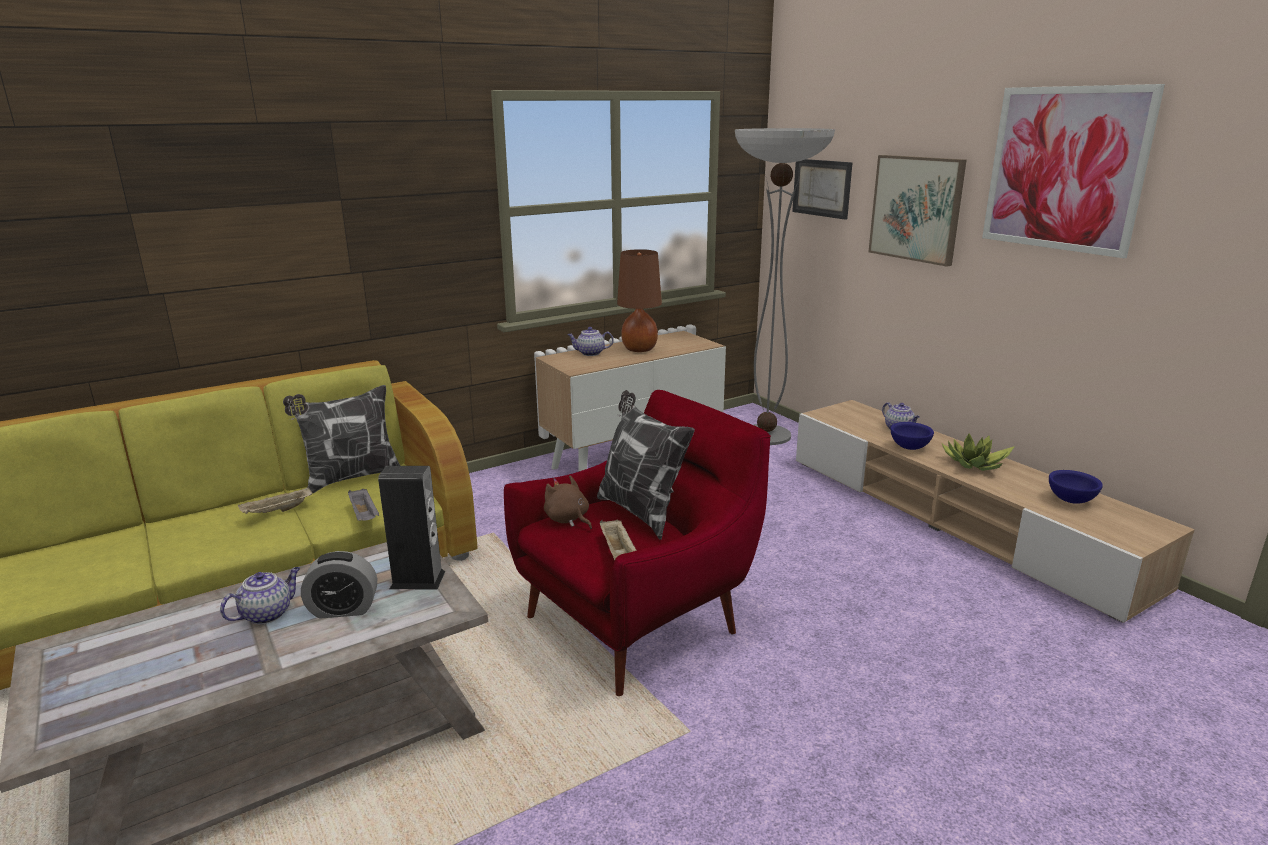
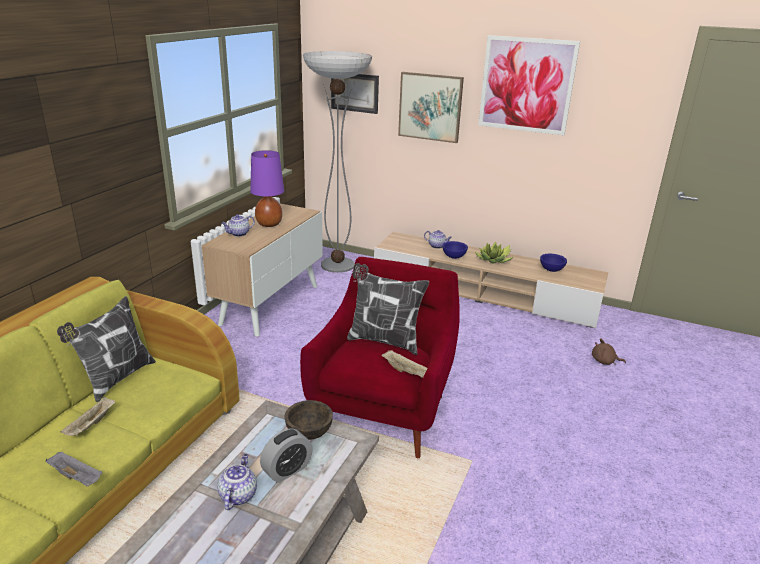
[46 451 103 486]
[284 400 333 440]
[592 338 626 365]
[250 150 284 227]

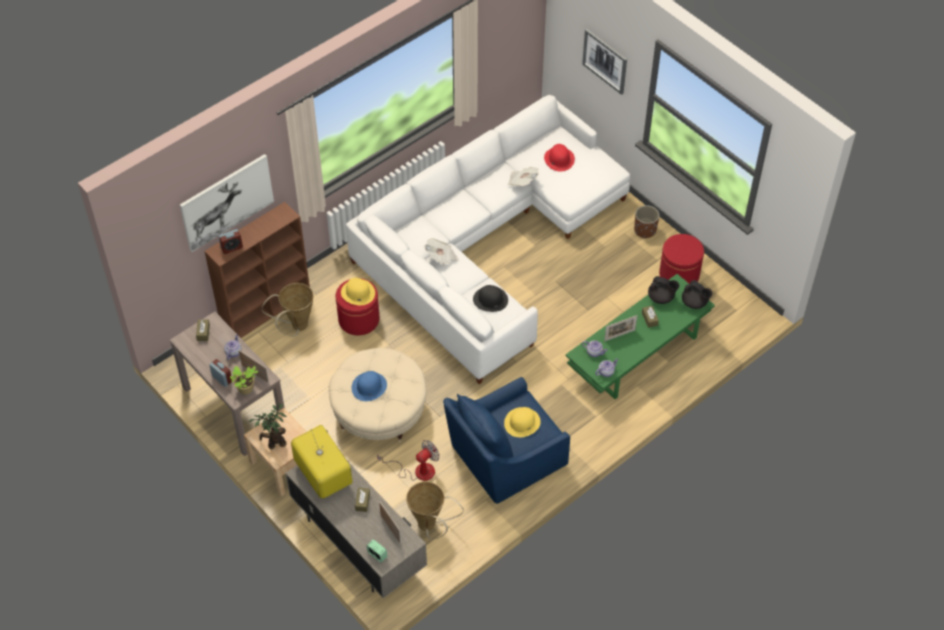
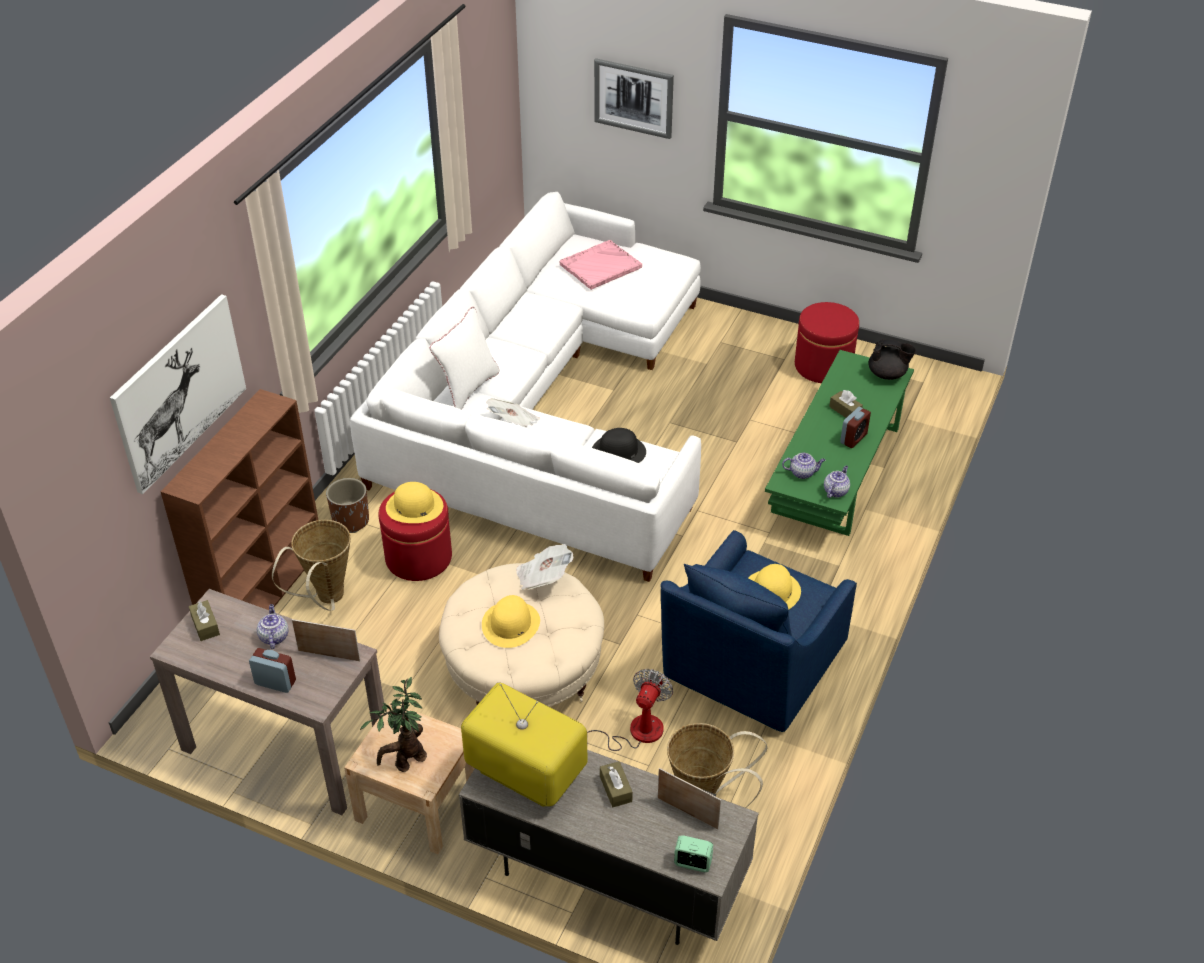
[840 407 871 448]
[230 366 258 395] (first image)
[482 595 540 648]
[516 544 573 590]
[560 240 642 290]
[604 315 637 341] (first image)
[326 478 369 533]
[648 276 679 304] (first image)
[429 307 499 410]

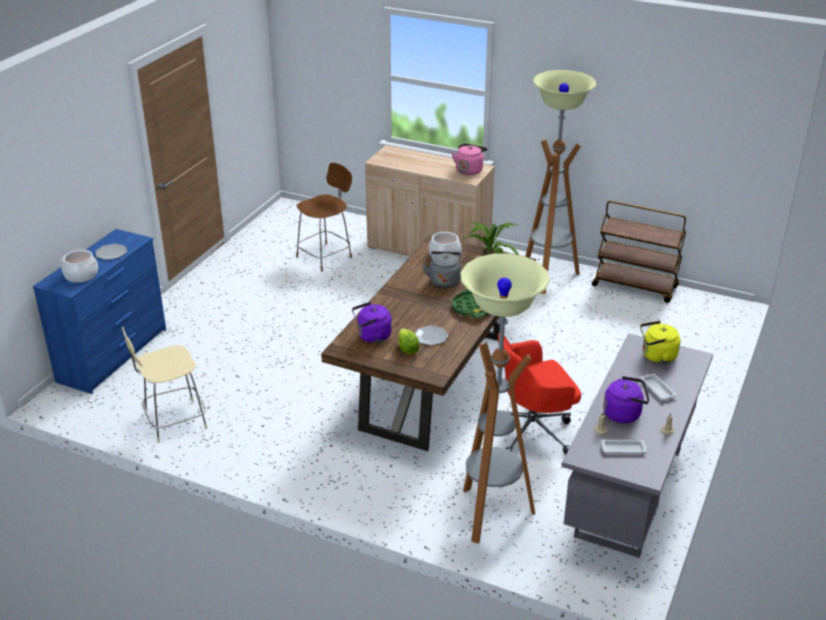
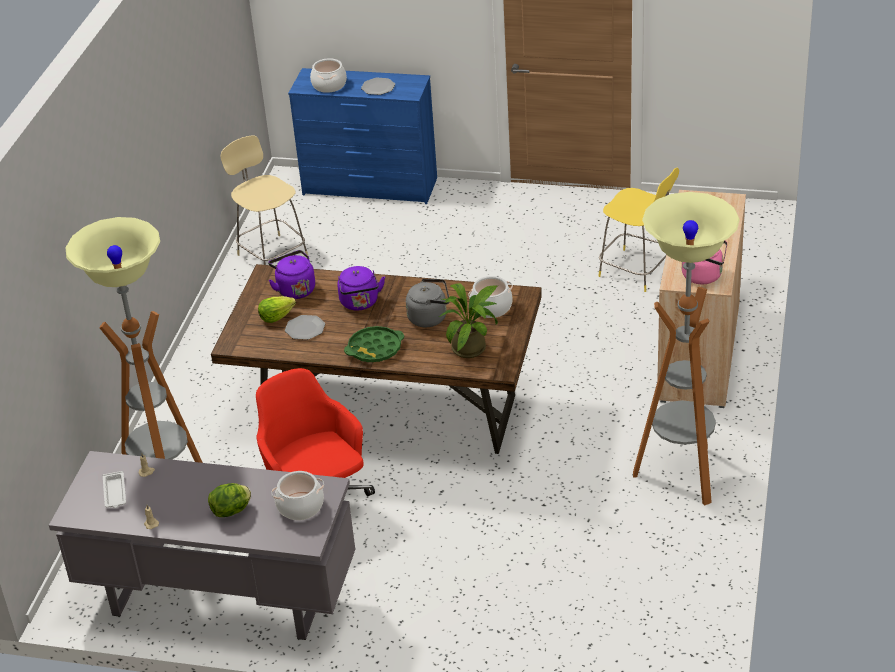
[598 168 679 292]
[592 201 686 303] (first image)
[337 266 385 310]
[271 471 324 520]
[208 483 251 517]

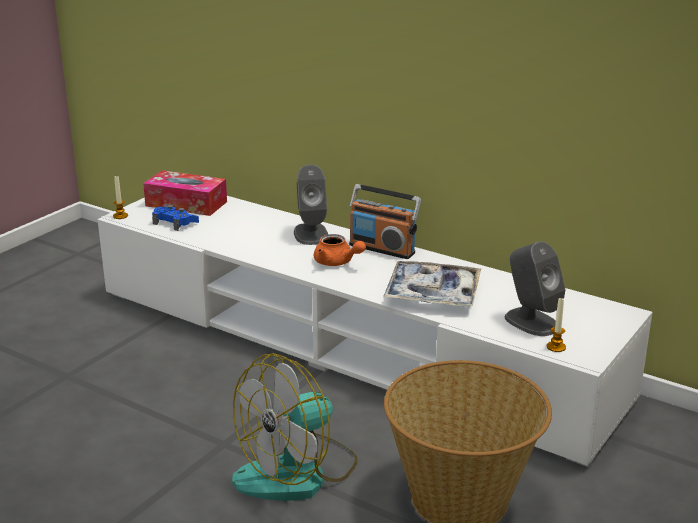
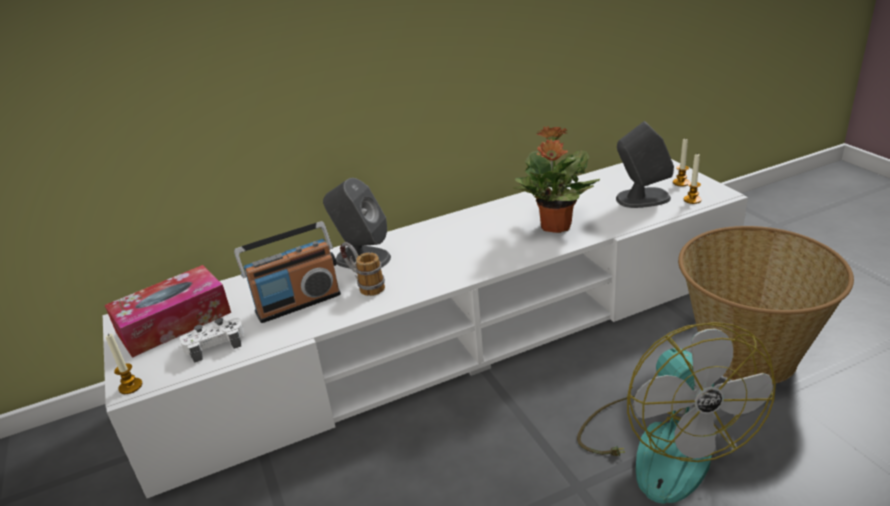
[179 317 244 363]
[314 234 366 266] (first image)
[234 221 341 323]
[513 126 600 233]
[340 242 385 296]
[673 138 690 186]

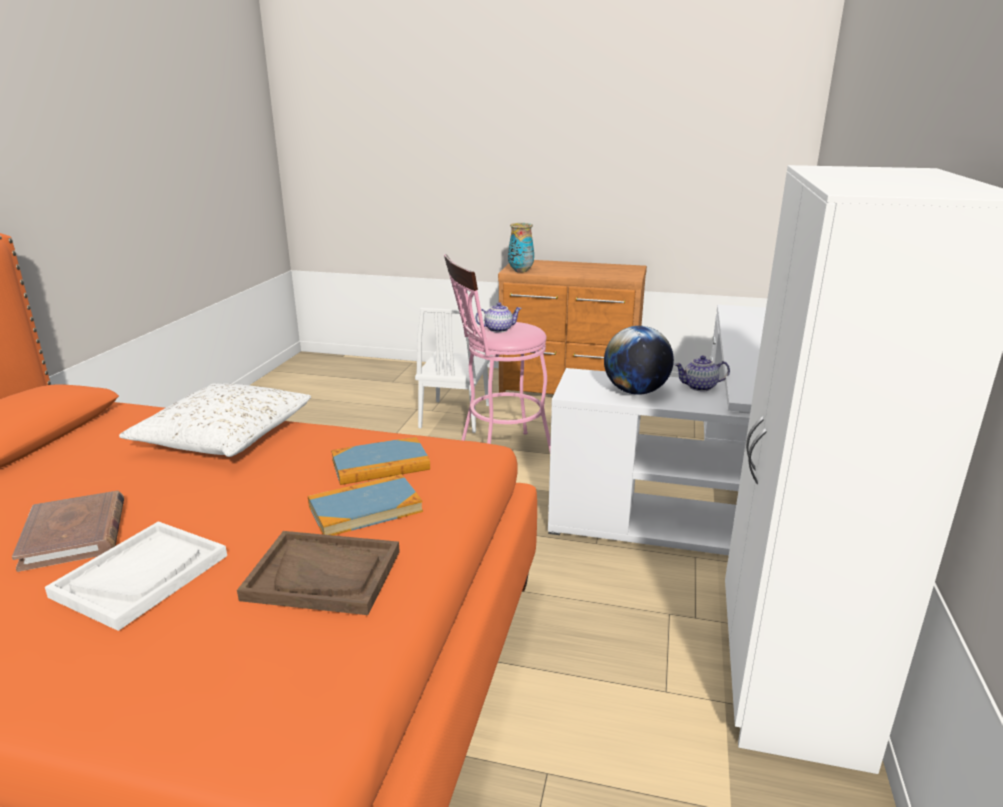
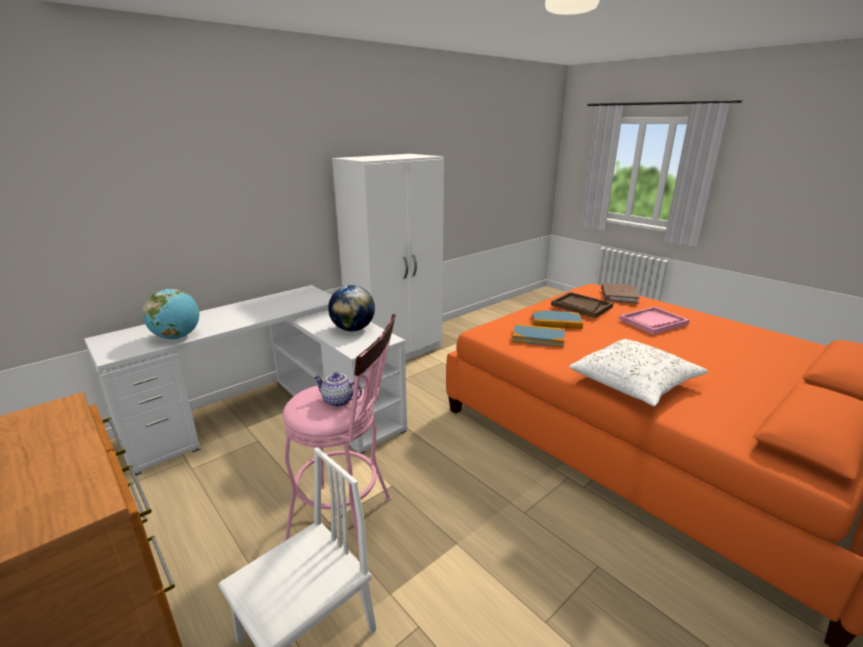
[601 283 640 304]
[619 307 689 335]
[508 223 534 273] (first image)
[674 355 730 391] (first image)
[143 289 199 339]

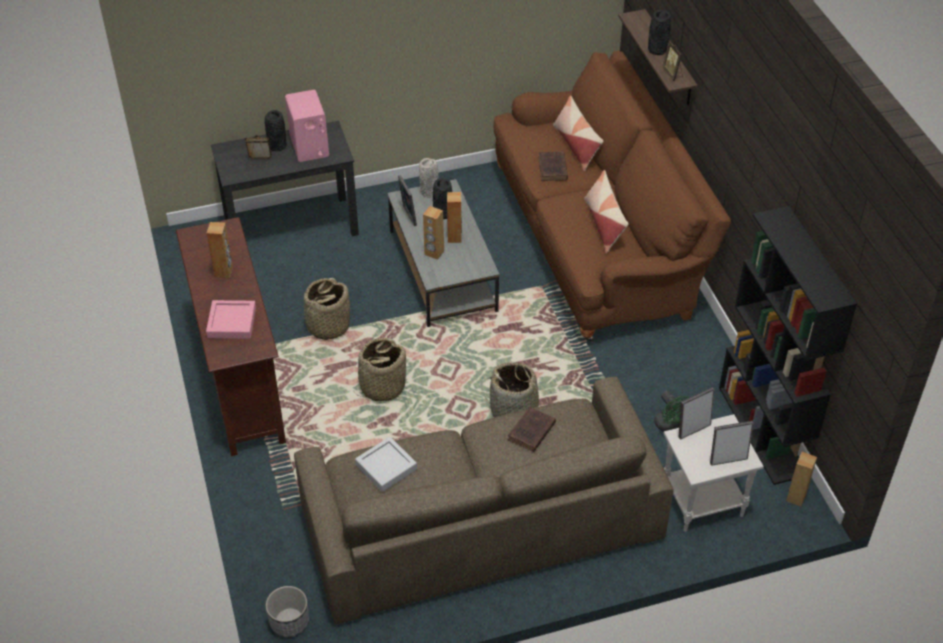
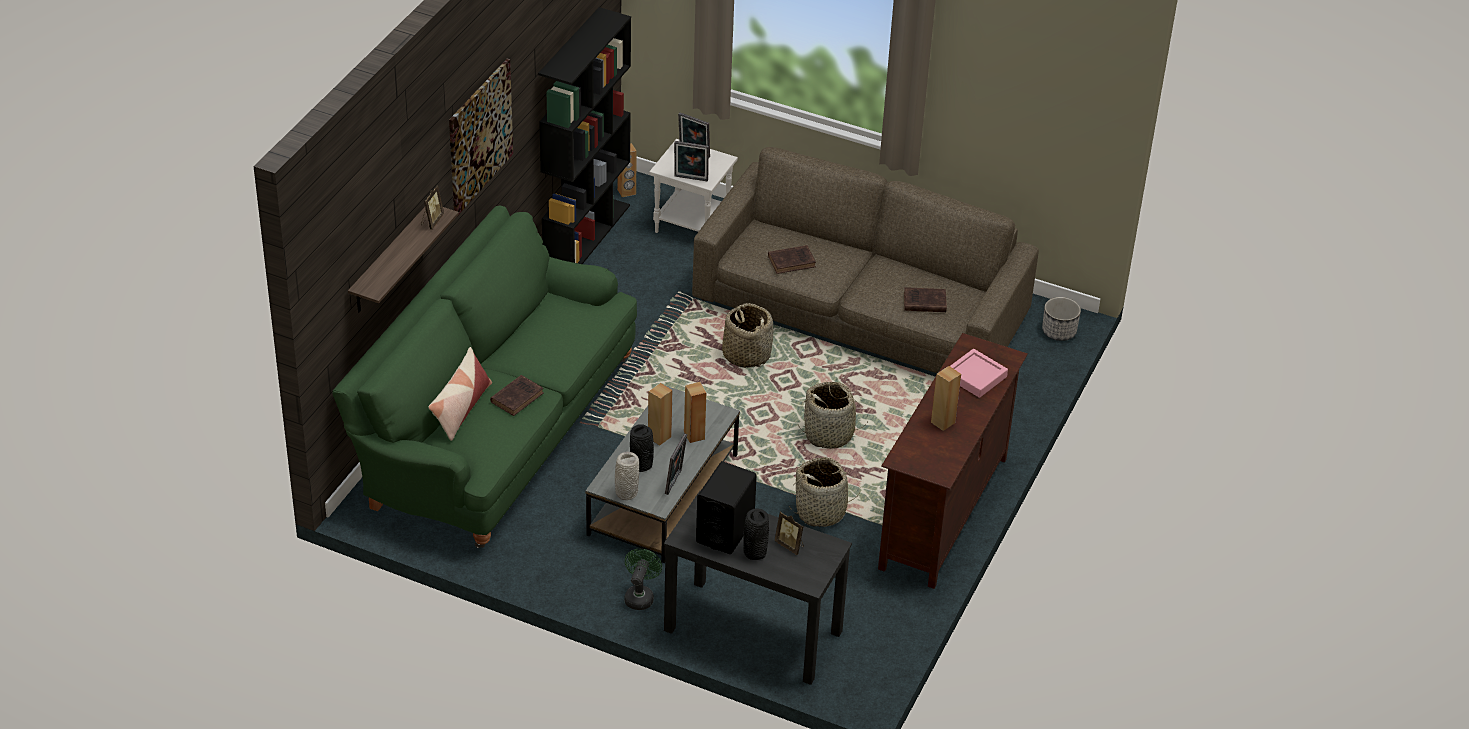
[696 461 757 554]
[904 287 947 312]
[332 206 637 548]
[584 170 628 254] (first image)
[648 10 671 55] (first image)
[624 549 662 610]
[449 59 513 214]

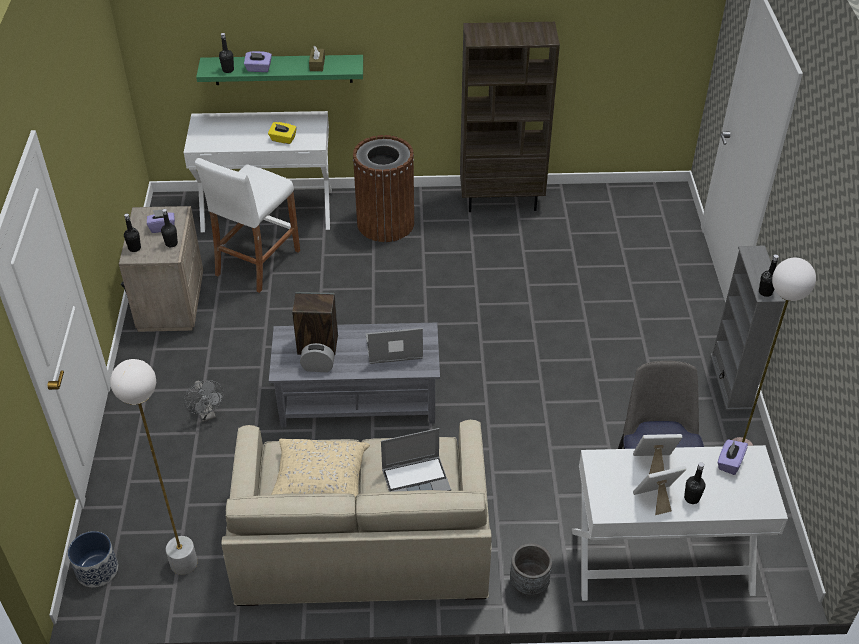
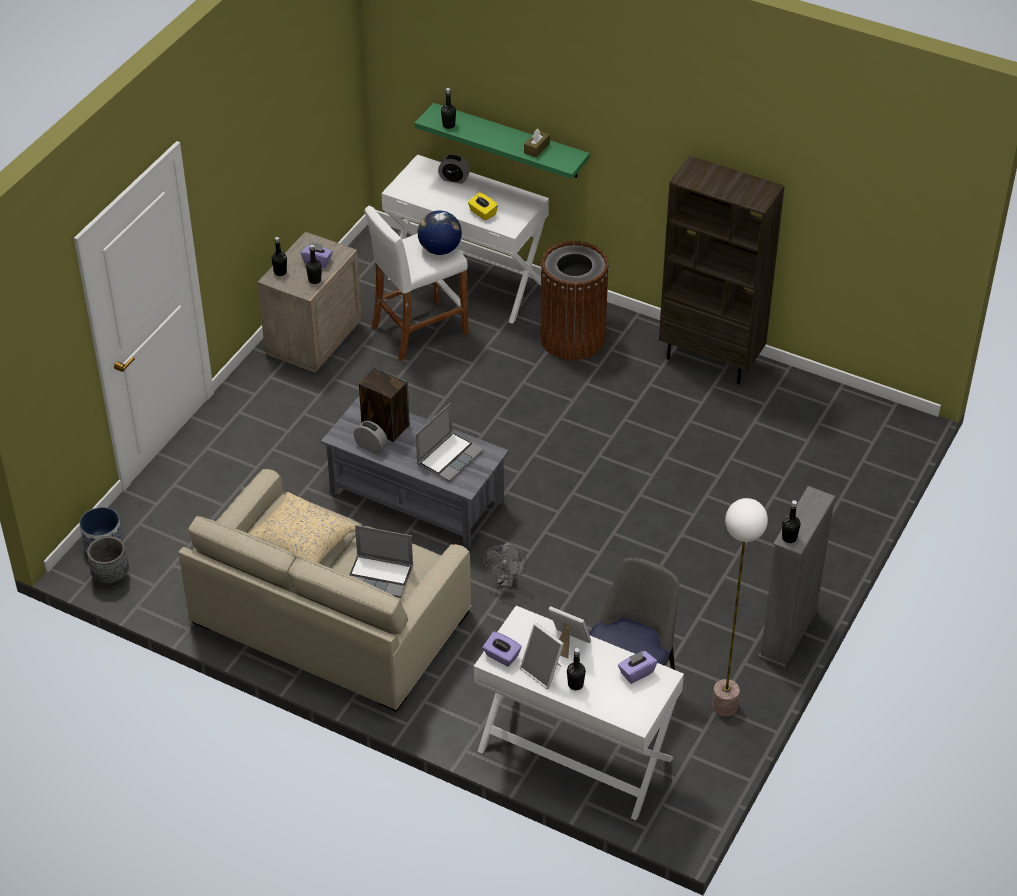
[110 359 198 575] (first image)
[483 543 527 587]
[483 631 522 667]
[416 403 484 482]
[87 536 129 586]
[520 623 564 689]
[418 210 462 255]
[438 154 470 184]

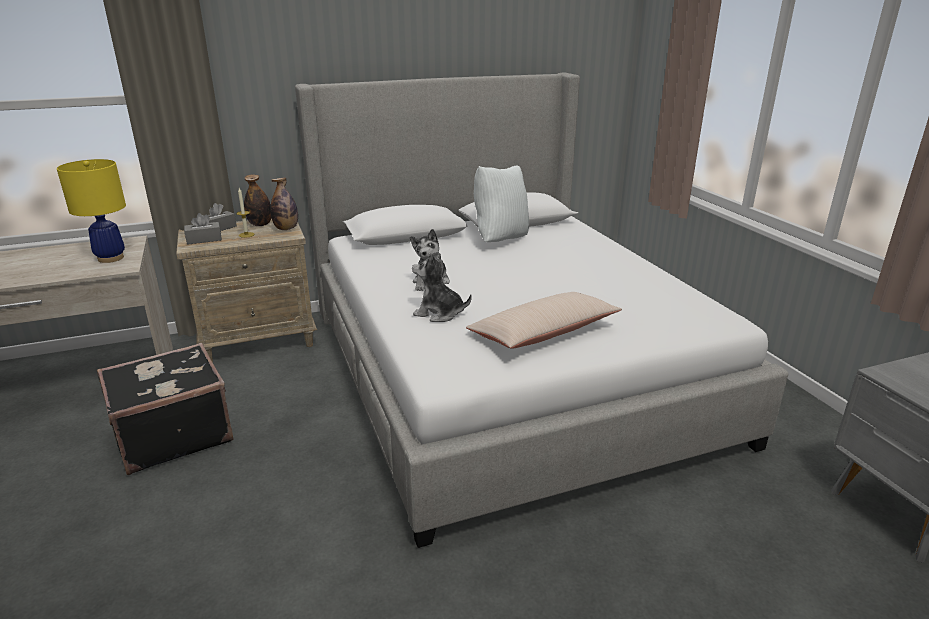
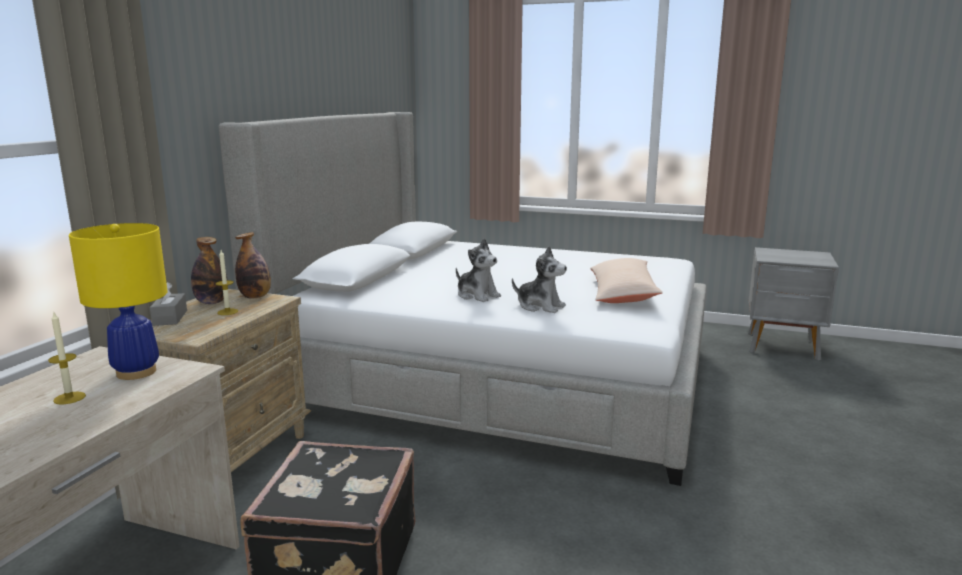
[184 213 222 245] (first image)
[512 246 567 313]
[474 165 529 242] (first image)
[48 313 86 405]

